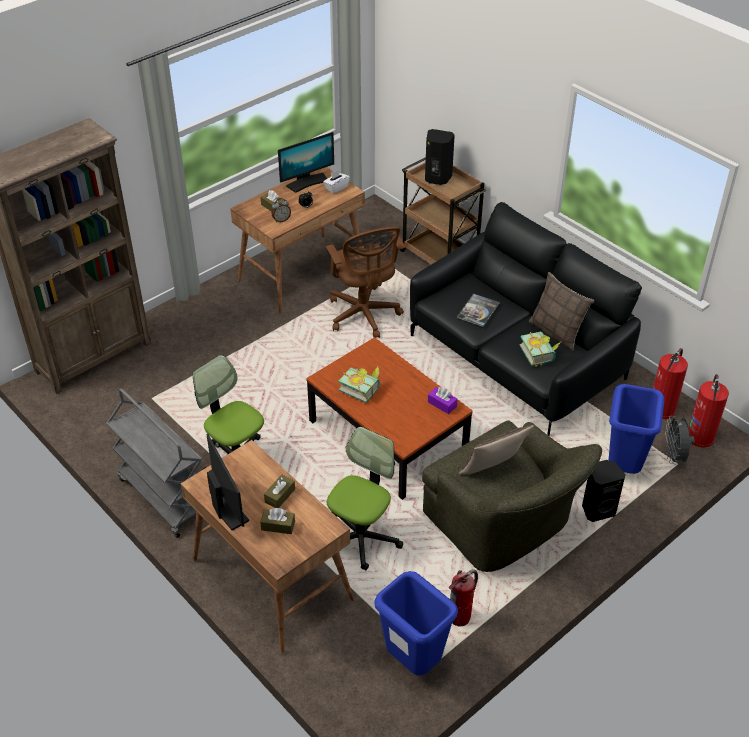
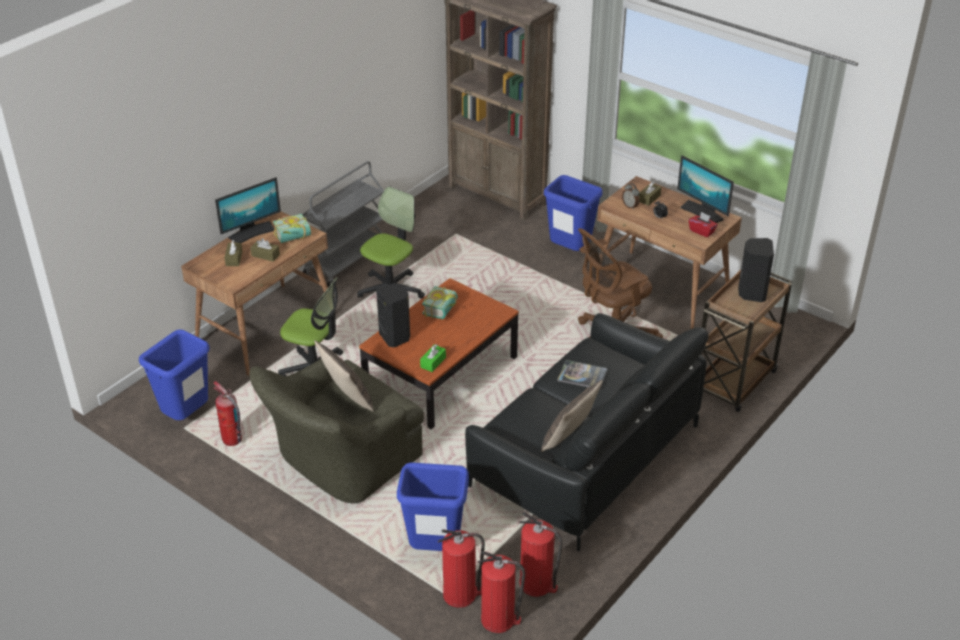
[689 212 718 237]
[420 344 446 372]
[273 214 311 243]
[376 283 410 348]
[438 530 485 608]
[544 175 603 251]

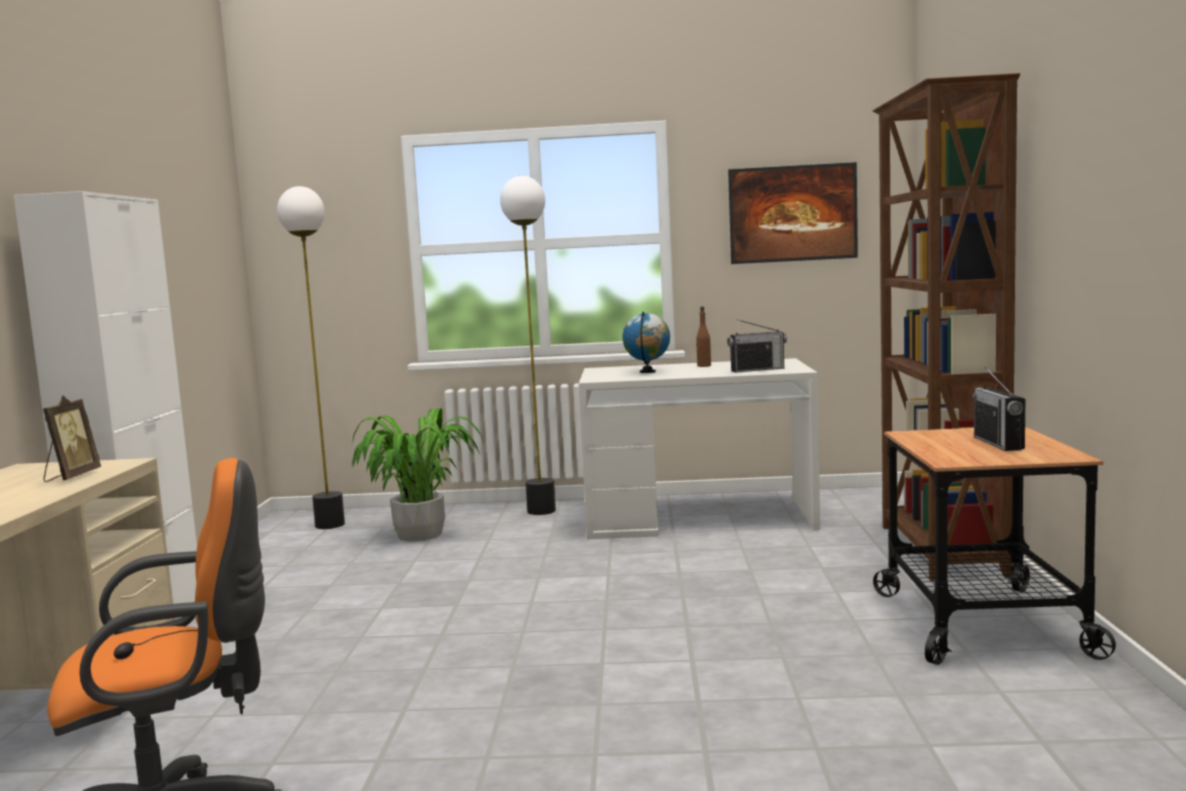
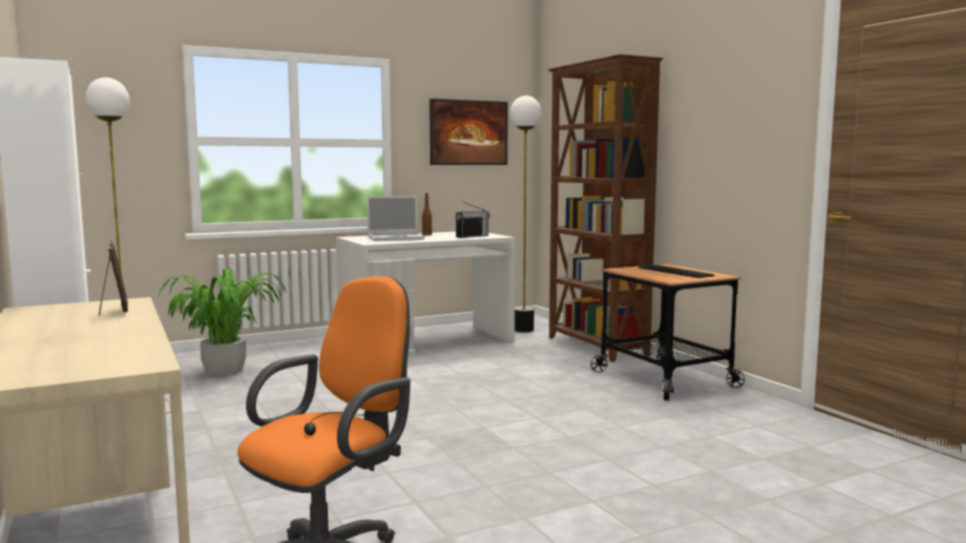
[510 96 541 332]
[367 196 425 241]
[638 265 715 278]

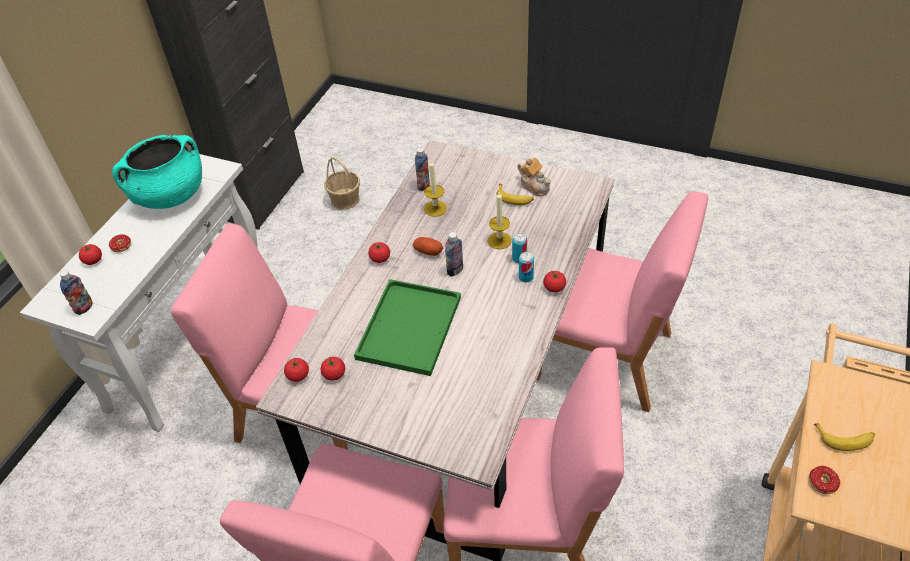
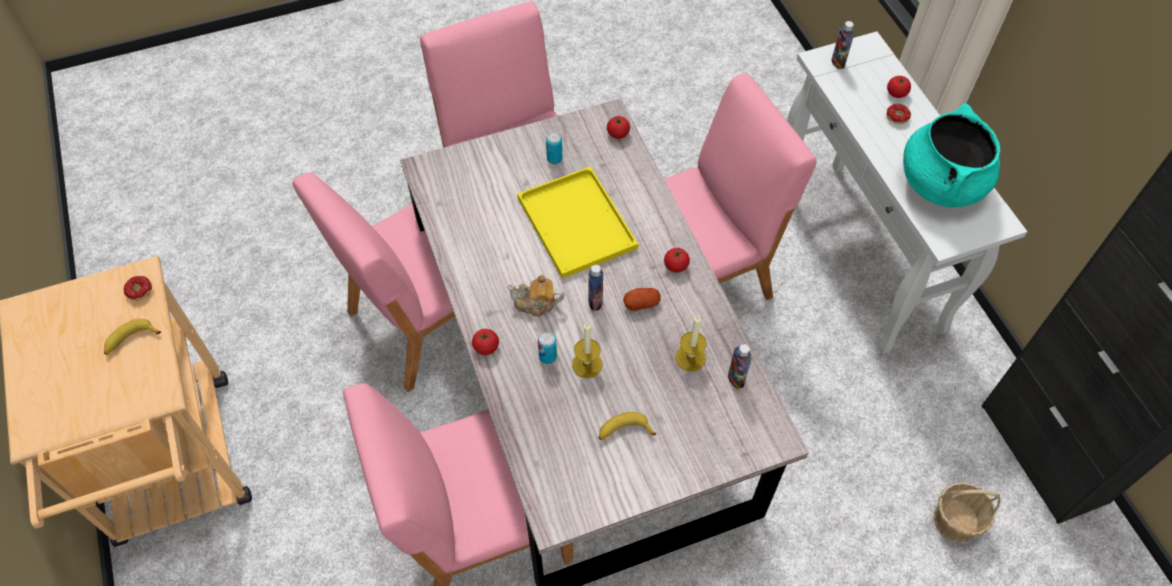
[321 357 345 381] (first image)
[517 166 638 279]
[507 275 564 317]
[546 132 562 164]

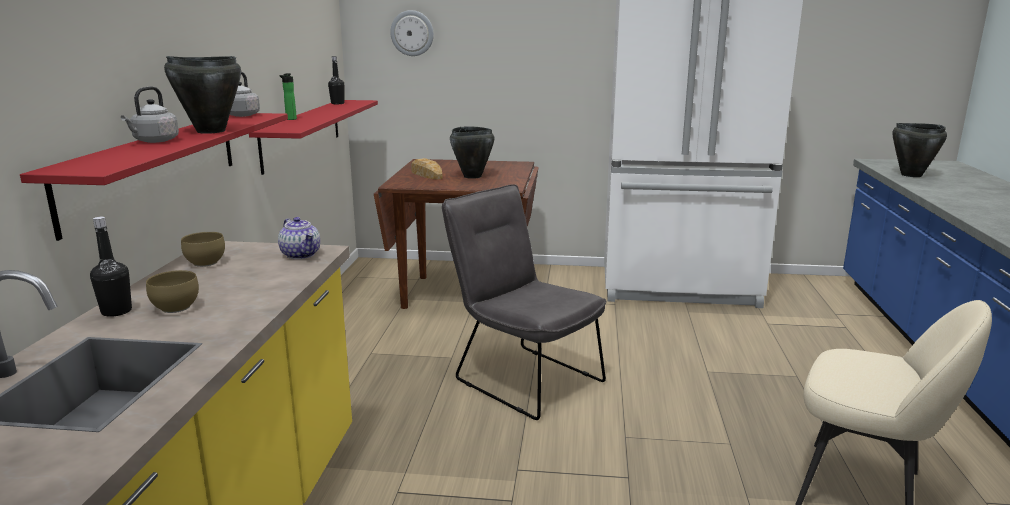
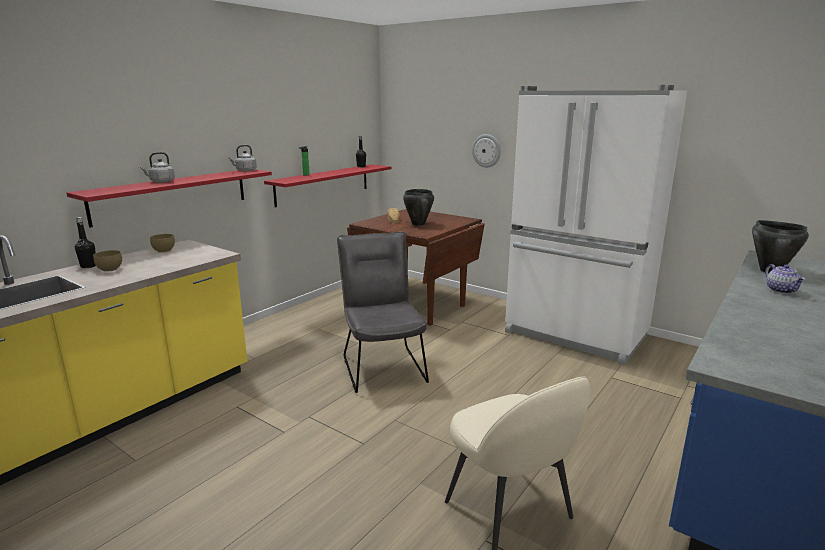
[164 56 241 134] (first image)
[765 264 806 294]
[472 134 501 168]

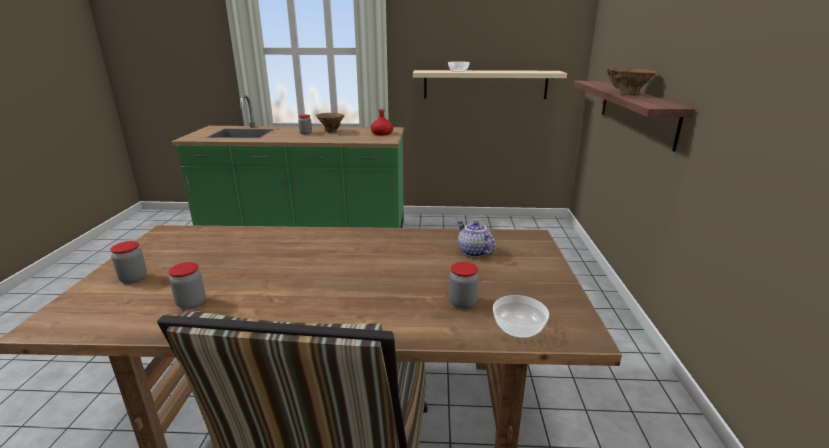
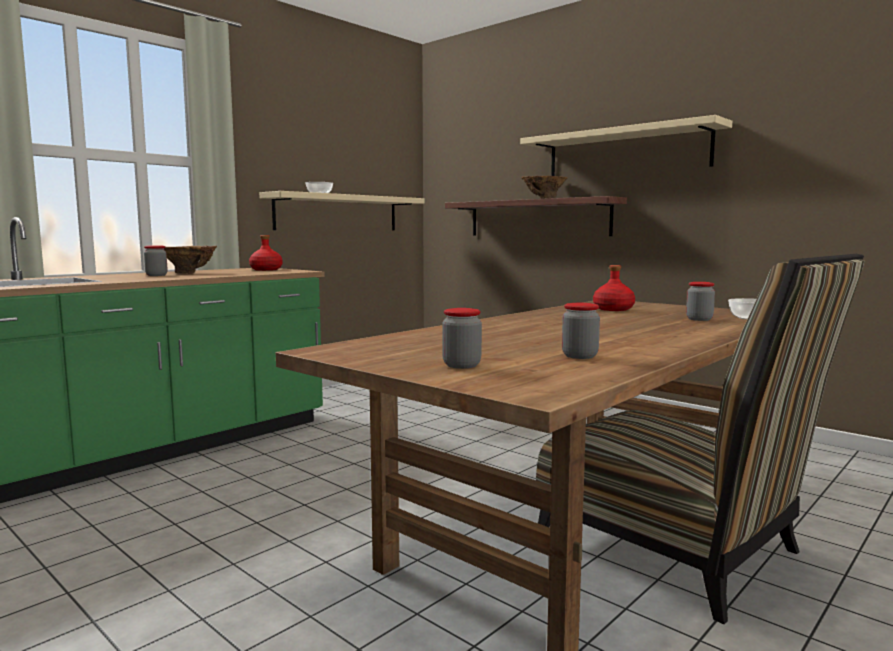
[593 265 635 311]
[520 115 732 176]

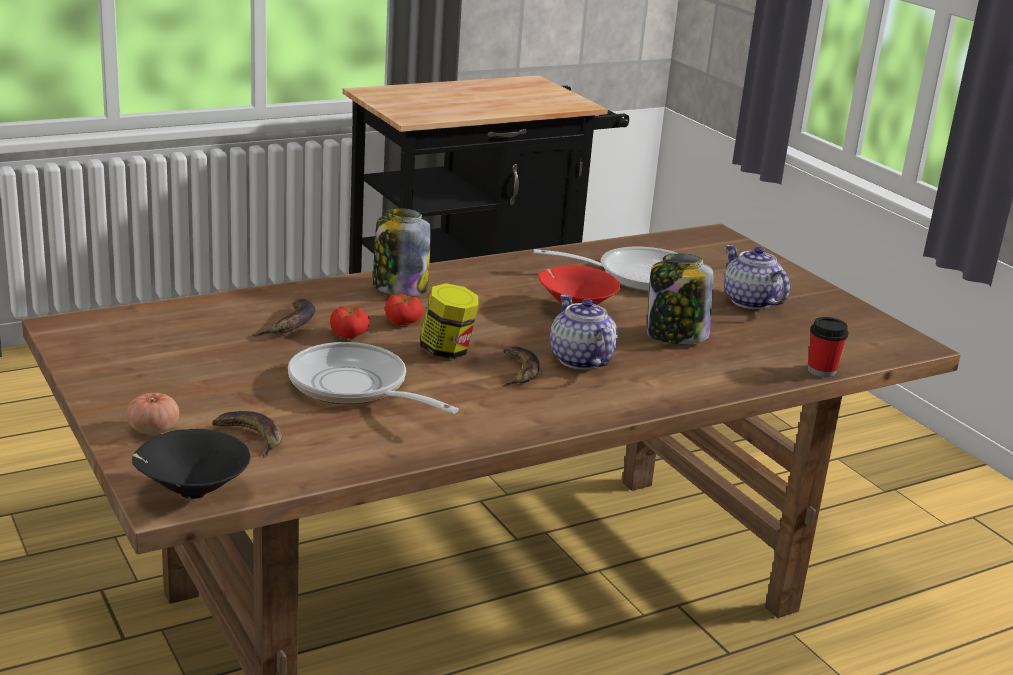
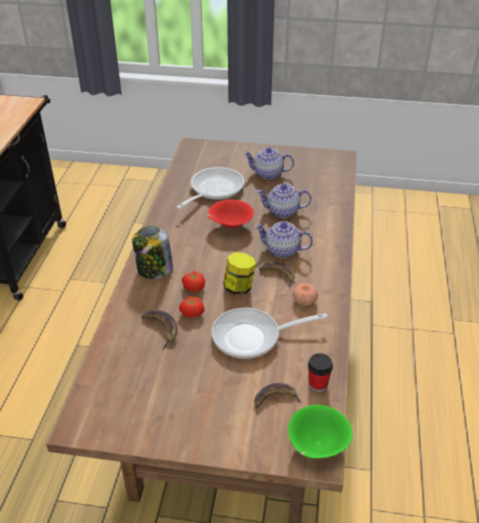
[293 283 318 306]
[288 405 353 458]
[256 184 311 218]
[308 353 333 392]

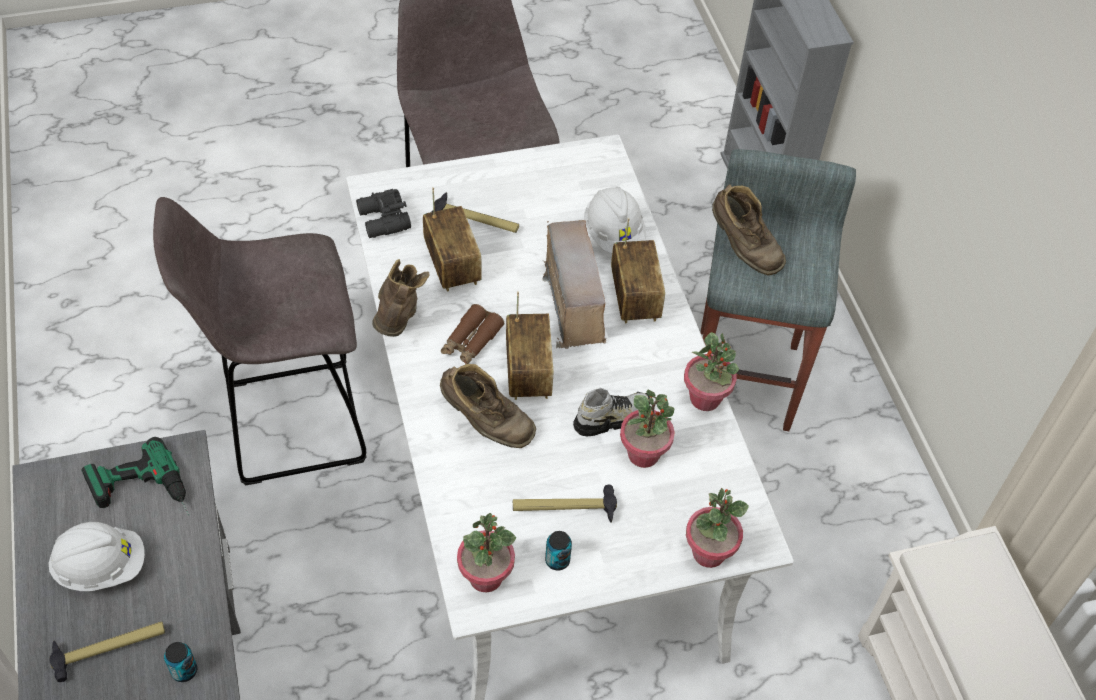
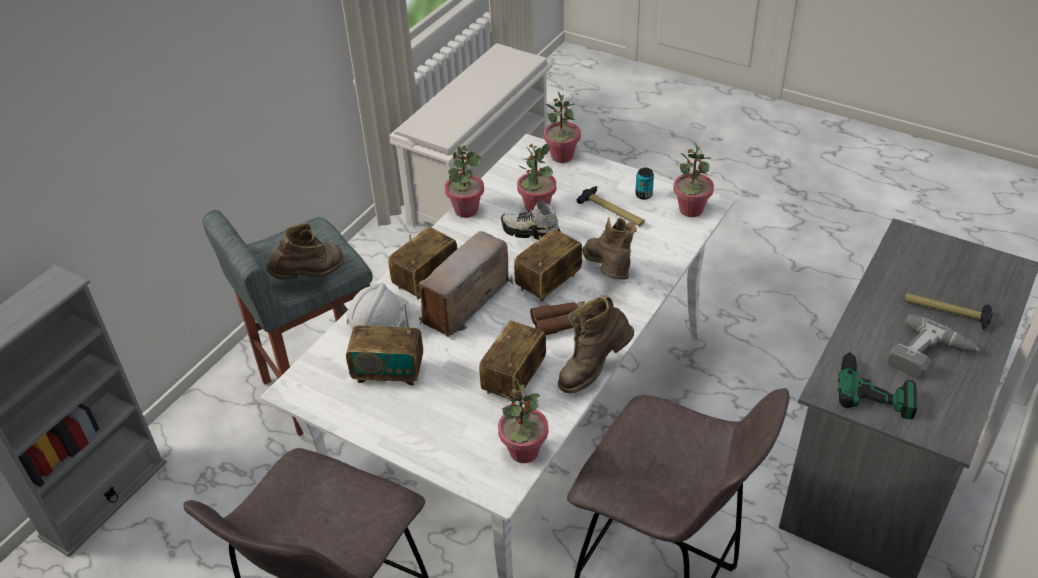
[887 314 979 378]
[164 642 197 682] (first image)
[498 377 548 463]
[432 192 519 233] (first image)
[266 223 344 279]
[346 303 423 385]

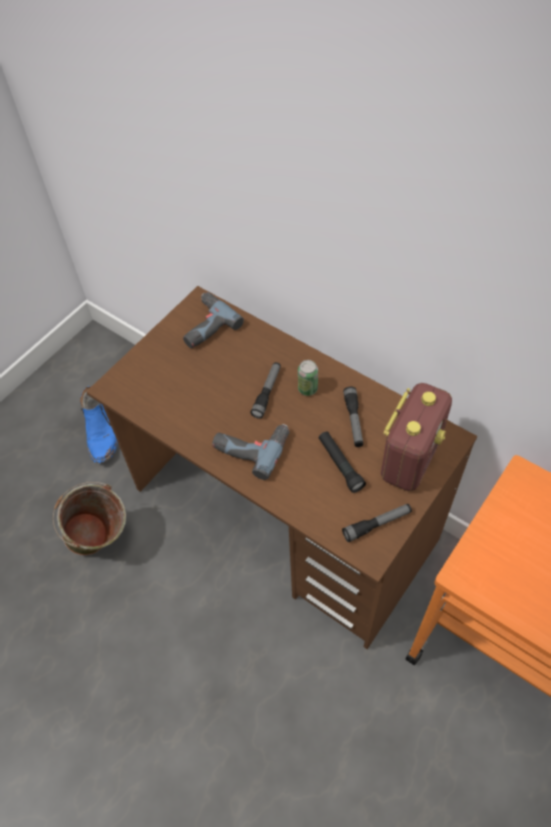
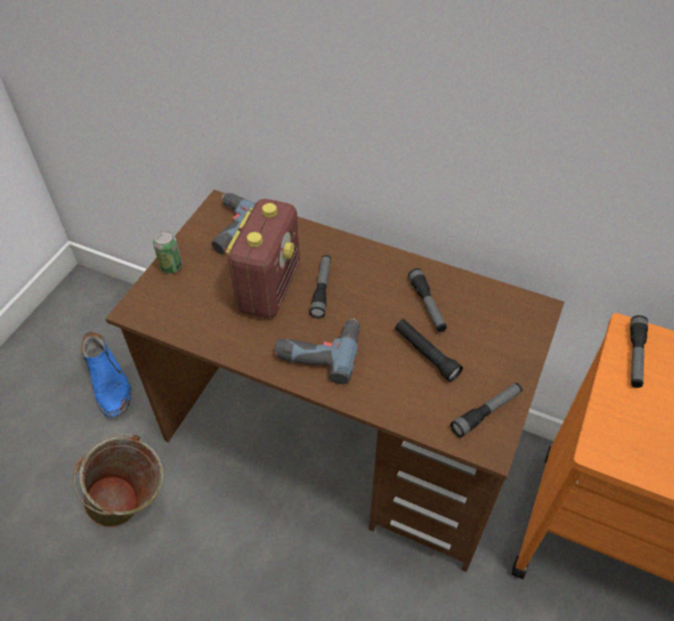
[153 231 182 274]
[226 199 300 318]
[630 315 648 388]

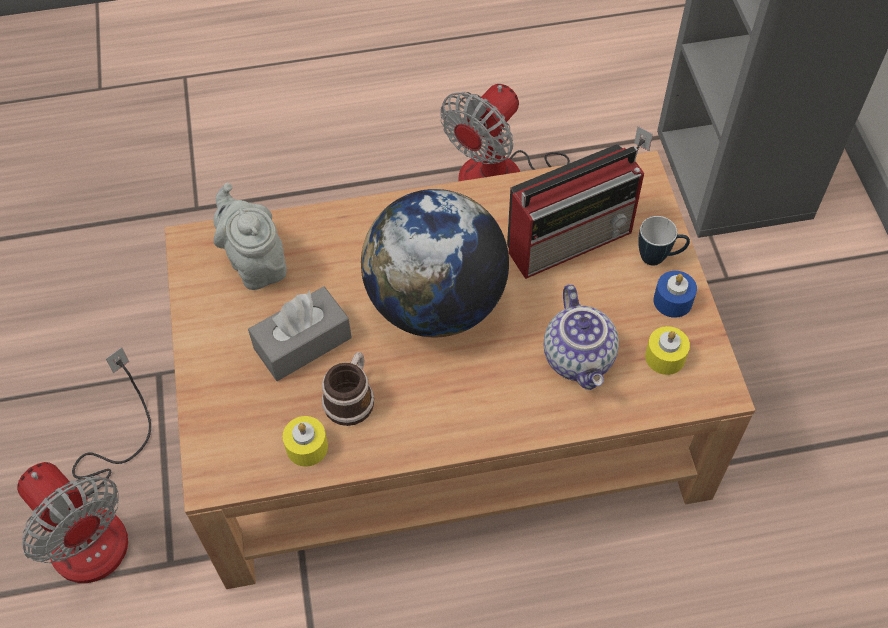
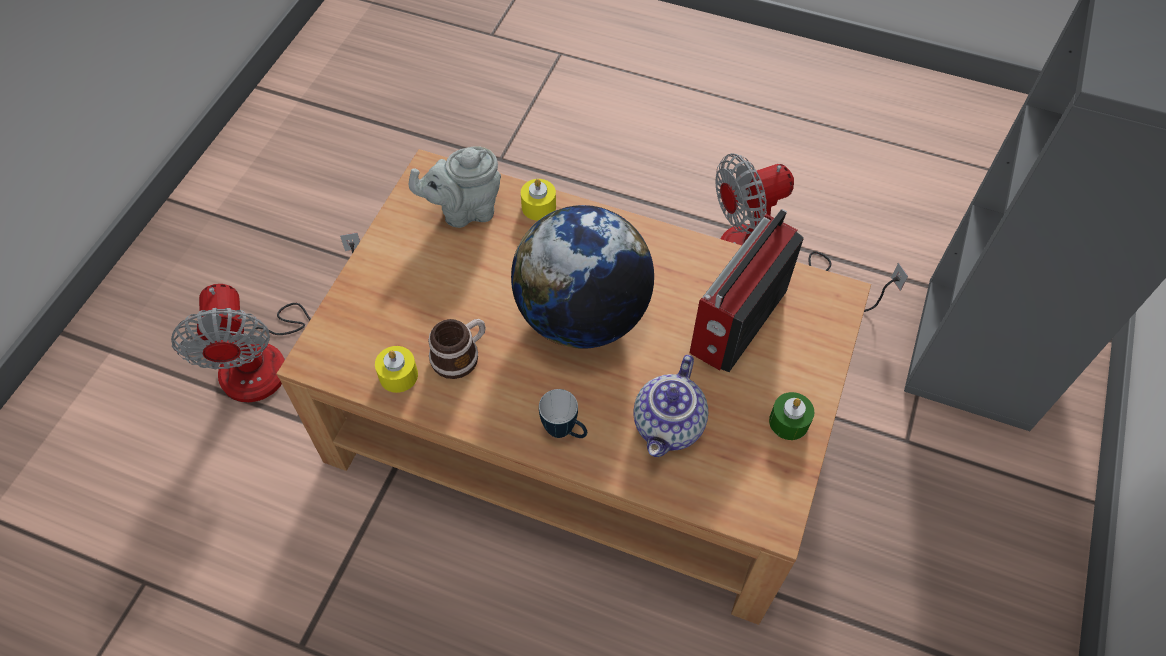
[409 146 501 228]
[248 287 352 381] (first image)
[690 209 804 372]
[539 389 587 438]
[521 179 556 221]
[769 392 814 440]

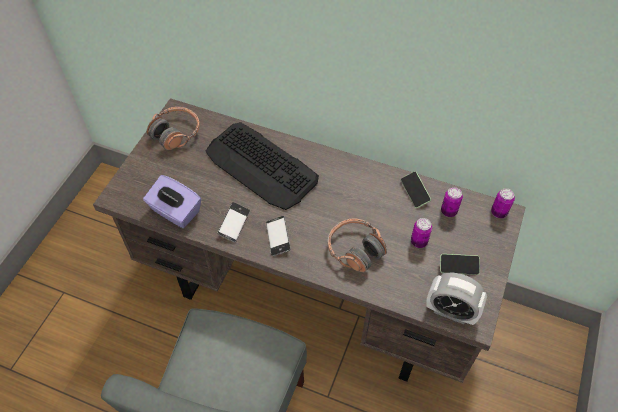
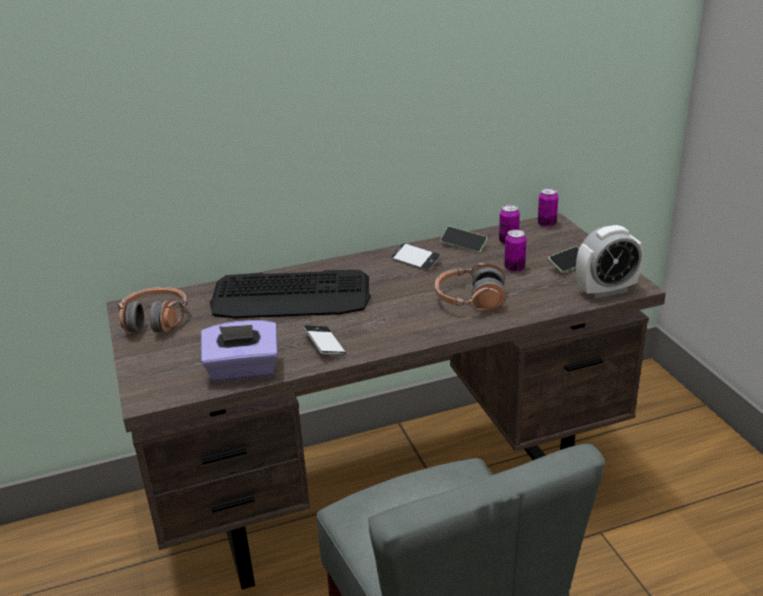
[391 243 441 271]

